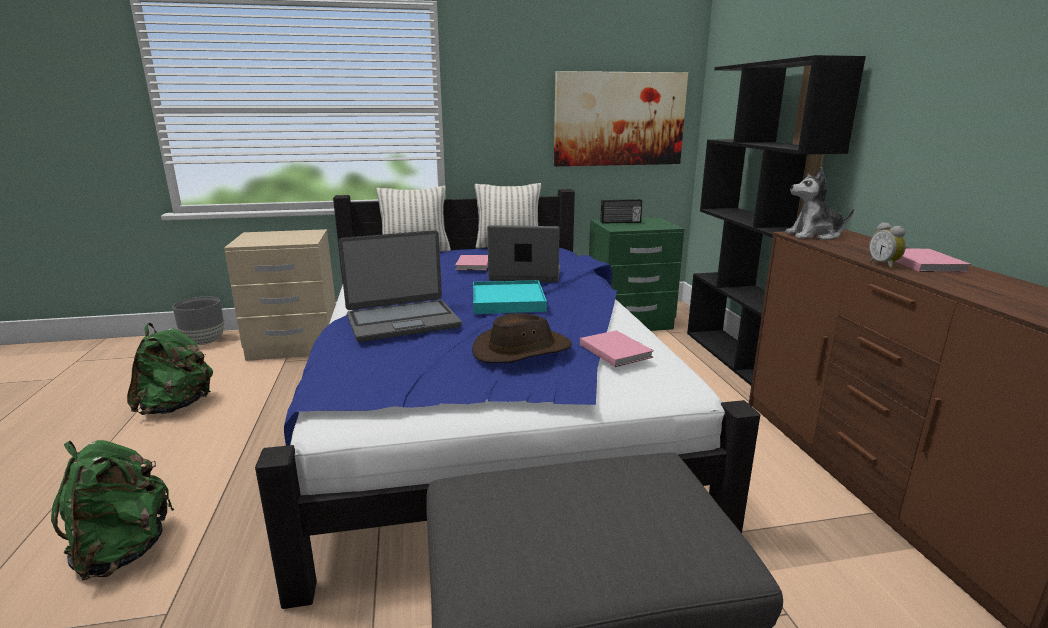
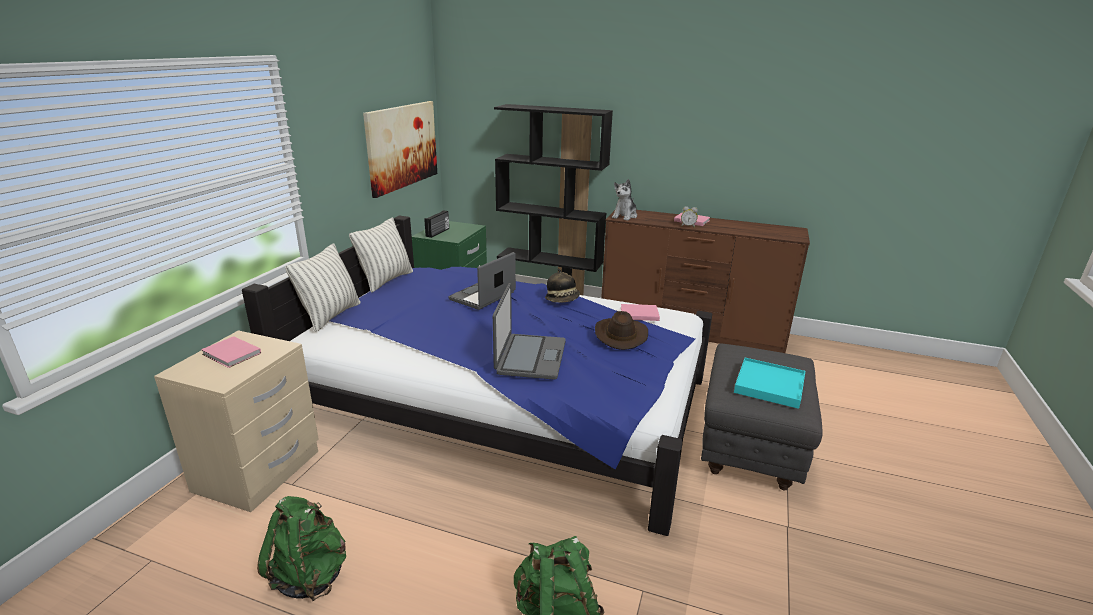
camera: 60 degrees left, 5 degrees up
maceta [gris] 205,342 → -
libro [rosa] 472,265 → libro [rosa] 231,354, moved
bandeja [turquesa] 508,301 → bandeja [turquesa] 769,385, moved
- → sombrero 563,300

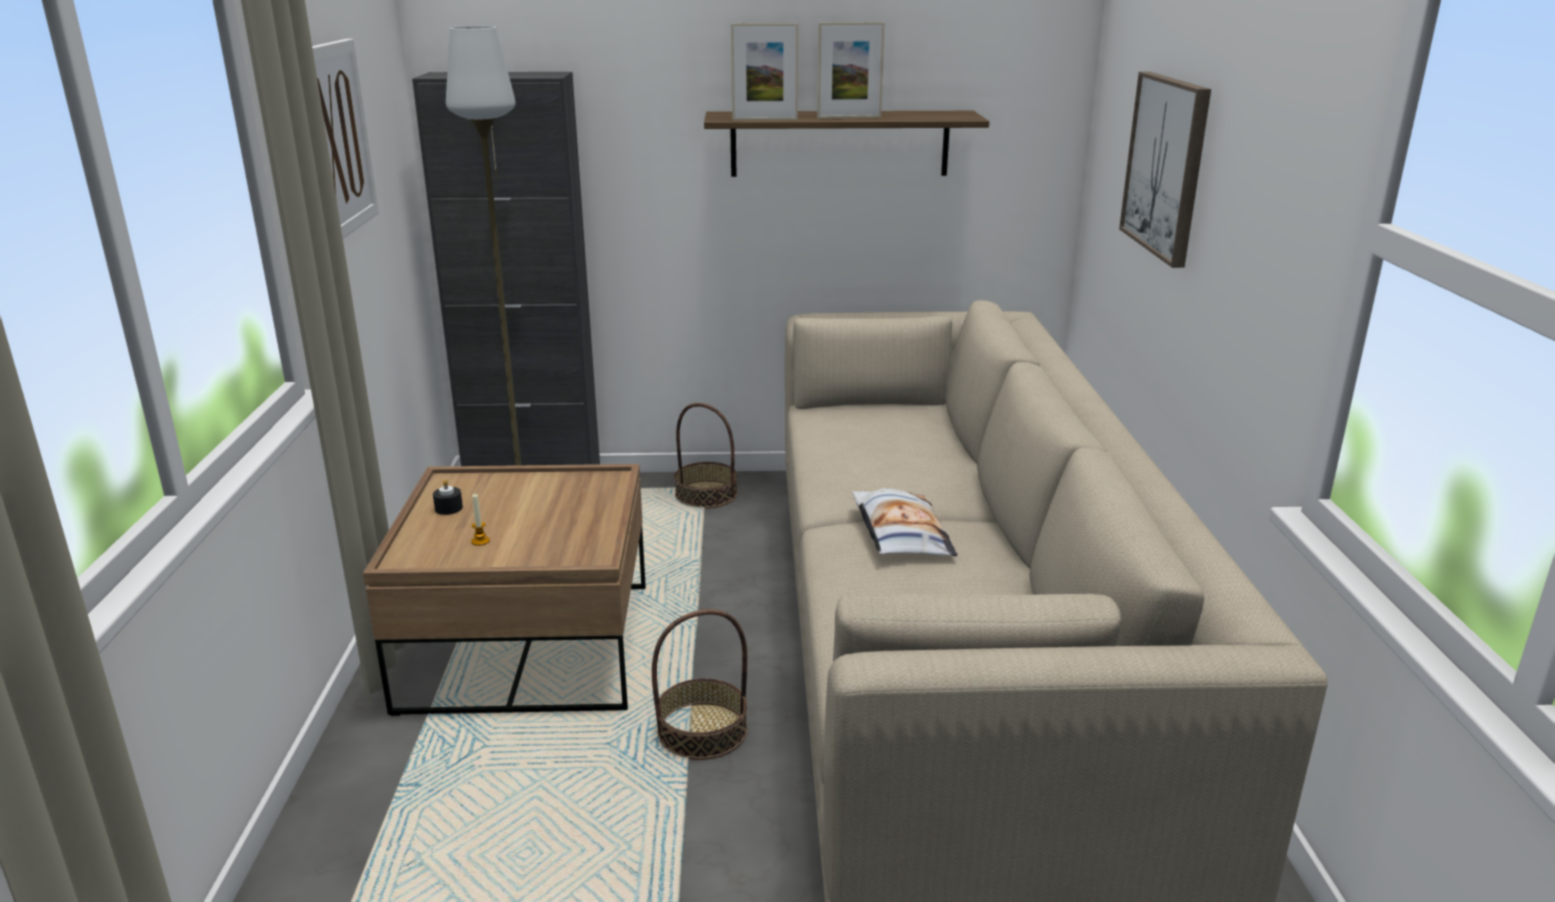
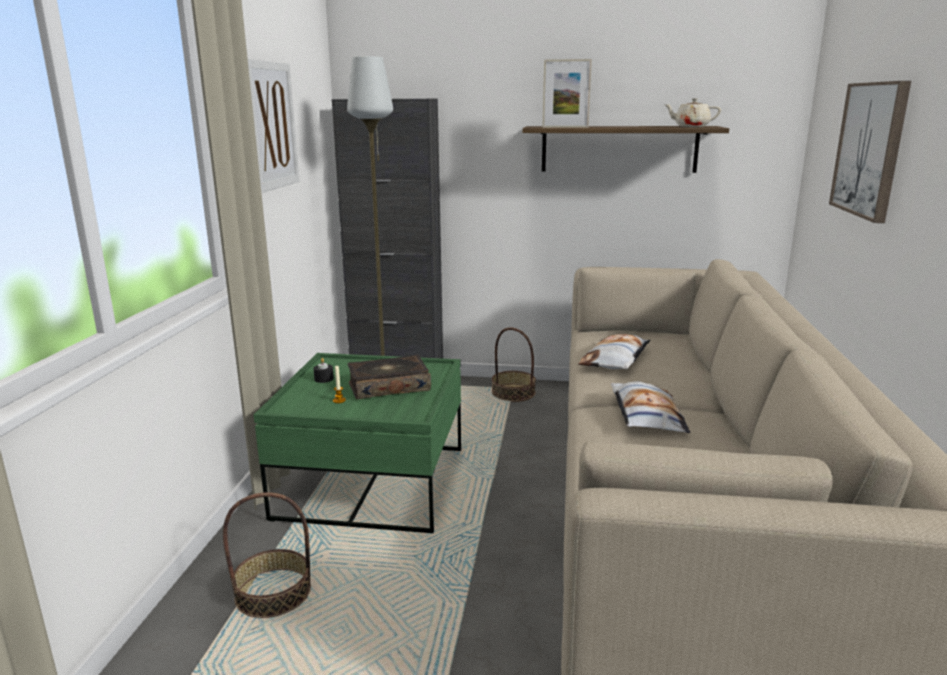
camera: 10 degrees right, 5 degrees down
mesa de centro [marrón] 529,646 → mesa de centro [verde] 373,482
cesta 702,730 → cesta 273,593, moved
portarretratos 849,118 → -
- → libro 388,387
- → cojín 615,360
- → tetera [beis] 691,126

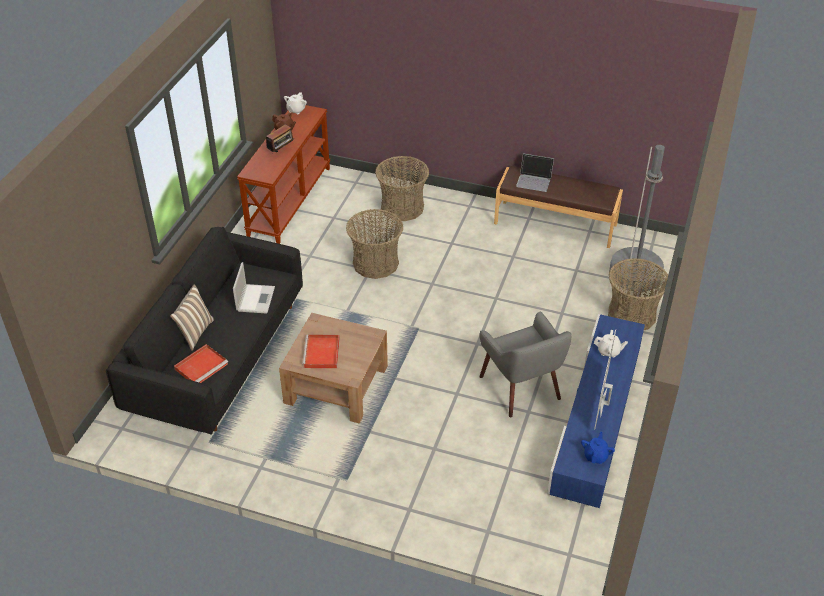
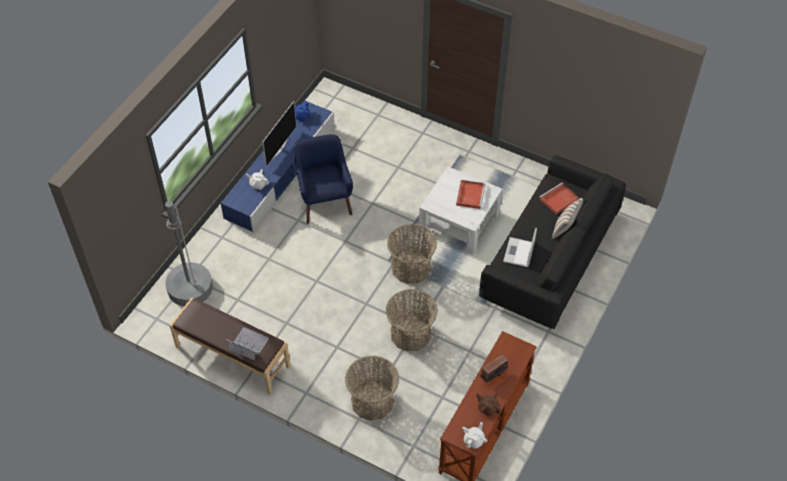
camera: 170 degrees left, 10 degrees up
mesa de centro [marrón] 336,384 → mesa de centro [blanco] 459,222
sillón [gris] 521,388 → sillón [azul] 324,201
cesta 632,315 → cesta 411,267, moved

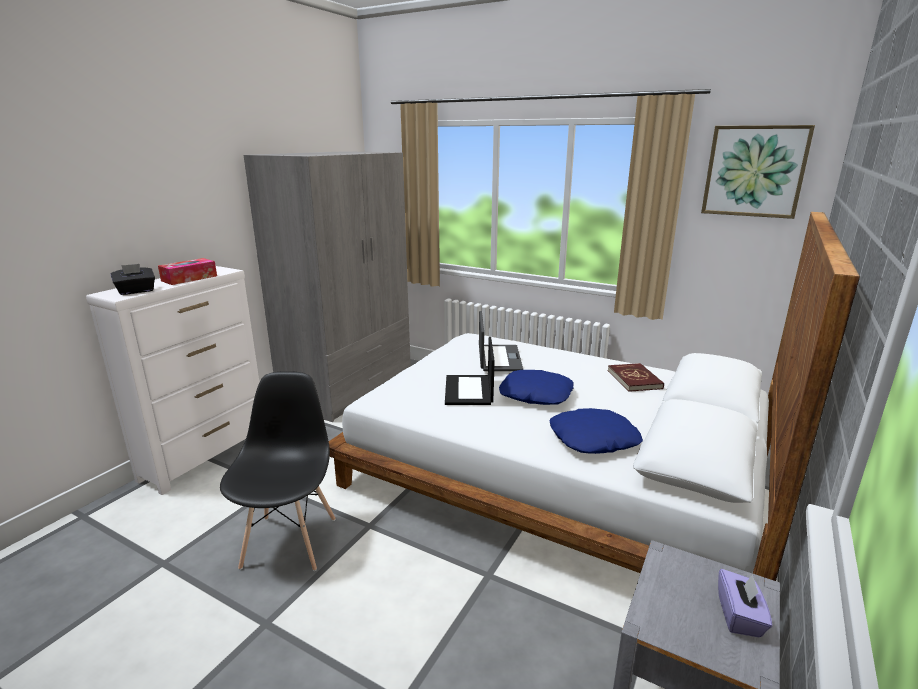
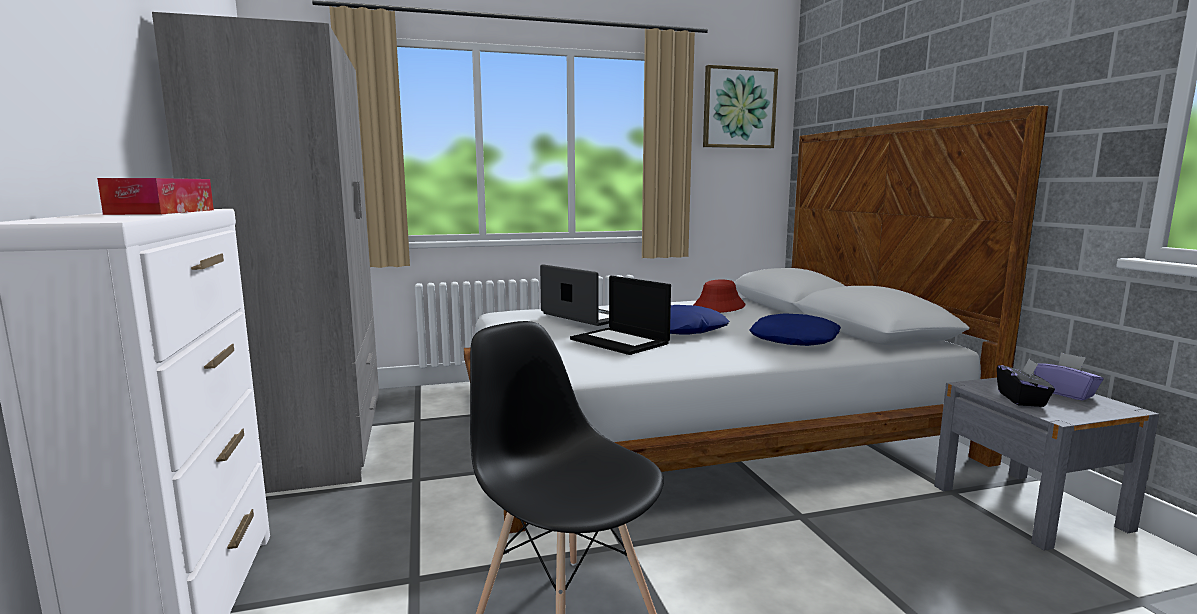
camera: 45 degrees left, 10 degrees down
caja de pañuelos [negro] 136,291 → caja de pañuelos [negro] 1022,399, moved
libro [rojo] 634,379 → sombrero [rojo] 719,307

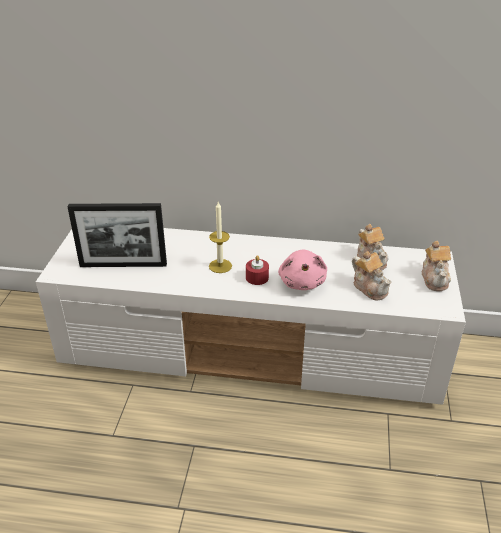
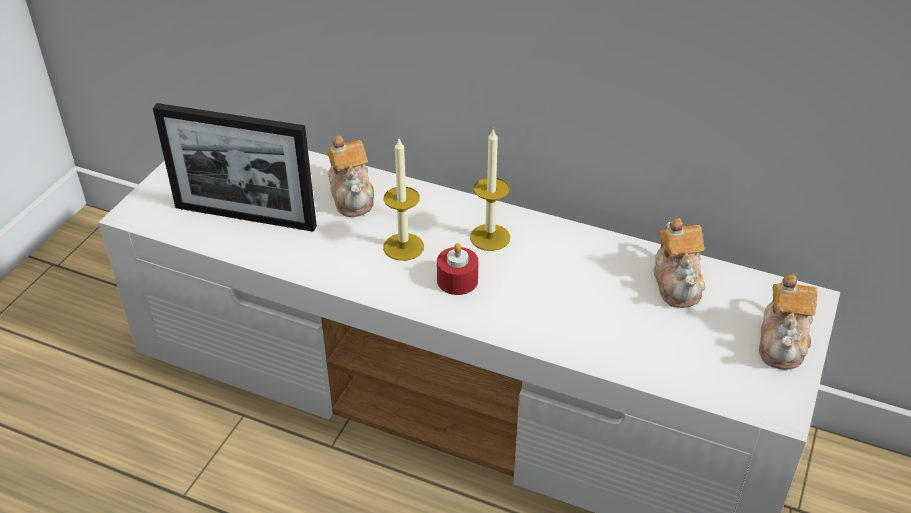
camera: 15 degrees right, 5 degrees up
peluche [rosa] 302,282 → -
tetera 370,287 → tetera 352,196, moved
- → vela 490,237

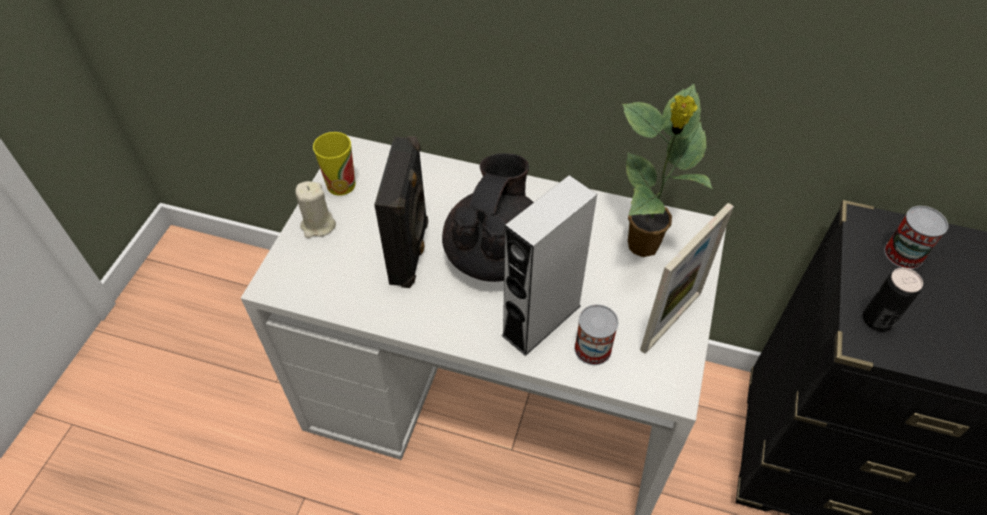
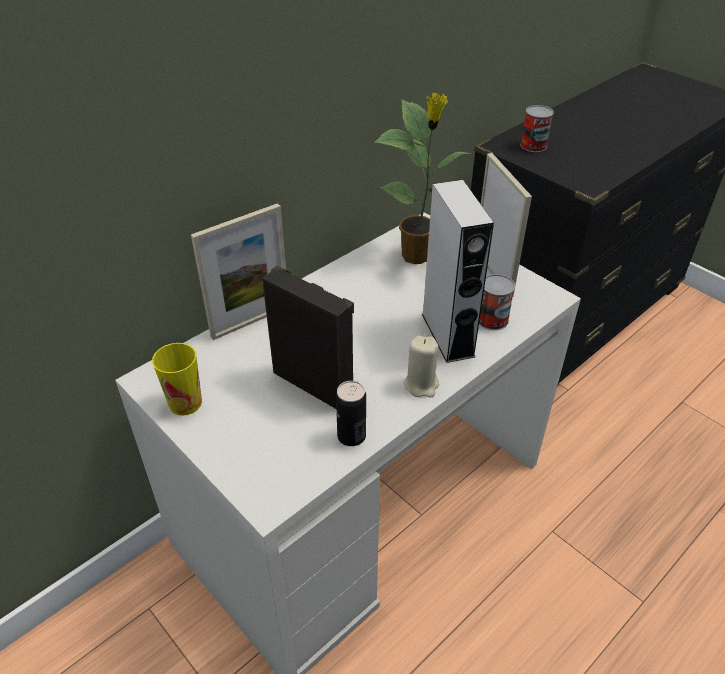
camera: 60 degrees left, 10 degrees down
vela [beis] 318,225 → vela [beis] 421,384, moved
tetera [negro] 495,254 → -
lata 877,320 → lata 351,436, moved
- → portarretratos 251,321

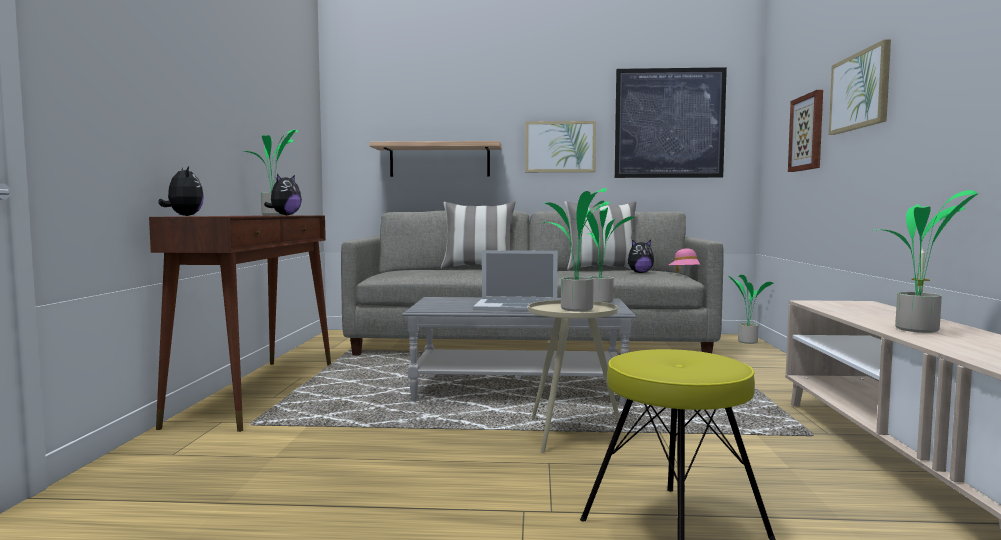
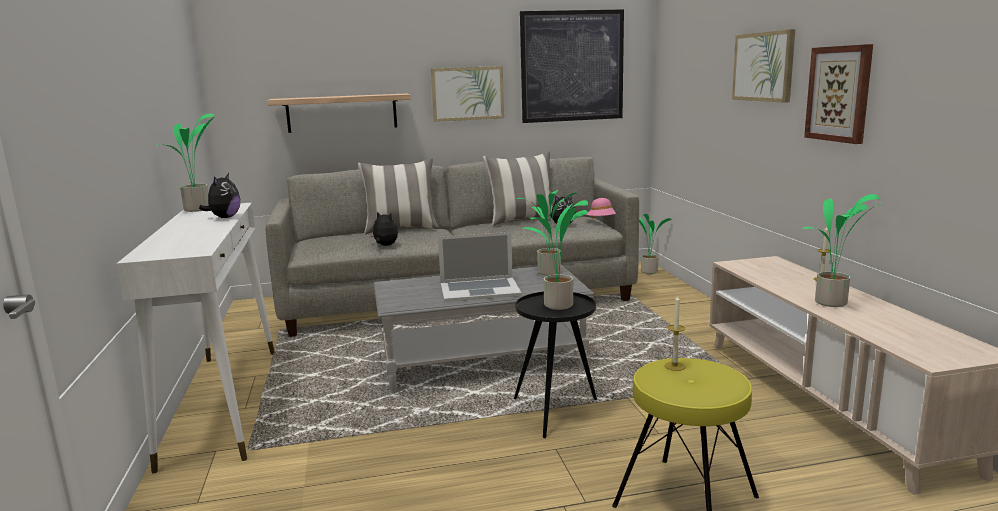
camera: 15 degrees left, 10 degrees up
mesa consola [marrón] 259,391 → mesa consola [blanco] 224,402
peluche 183,216 → peluche 385,246, moved
mesa auxiliar [beis] 571,434 → mesa auxiliar [negro] 556,411
cuadro 807,133 → cuadro 839,93, moved
- → vela 674,366

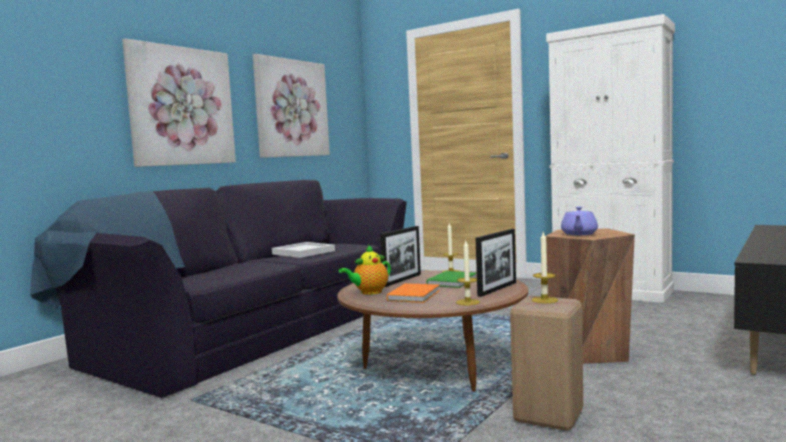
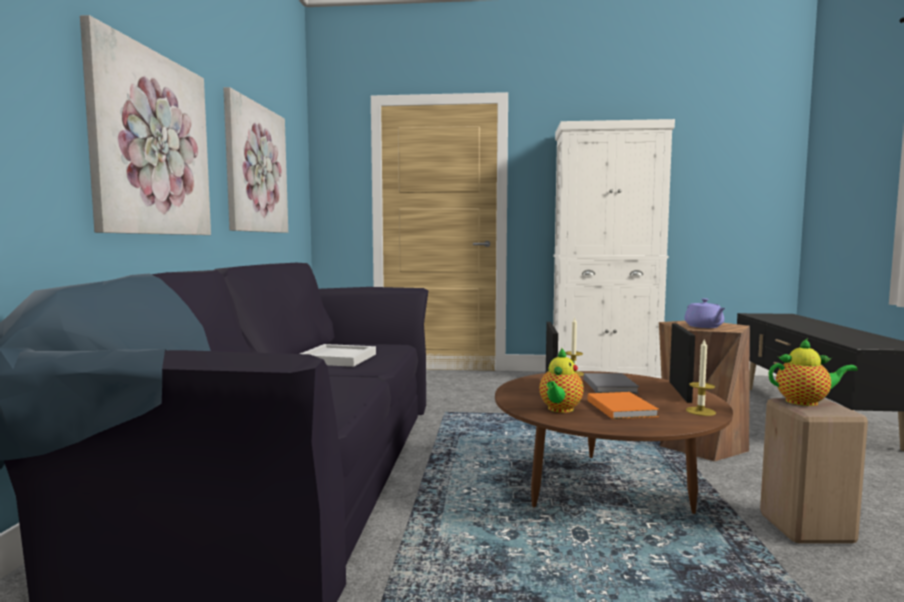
camera: 30 degrees left, 0 degrees up
libro [verde] 453,281 → libro [gris] 610,385
vela 544,300 → tetera 805,402

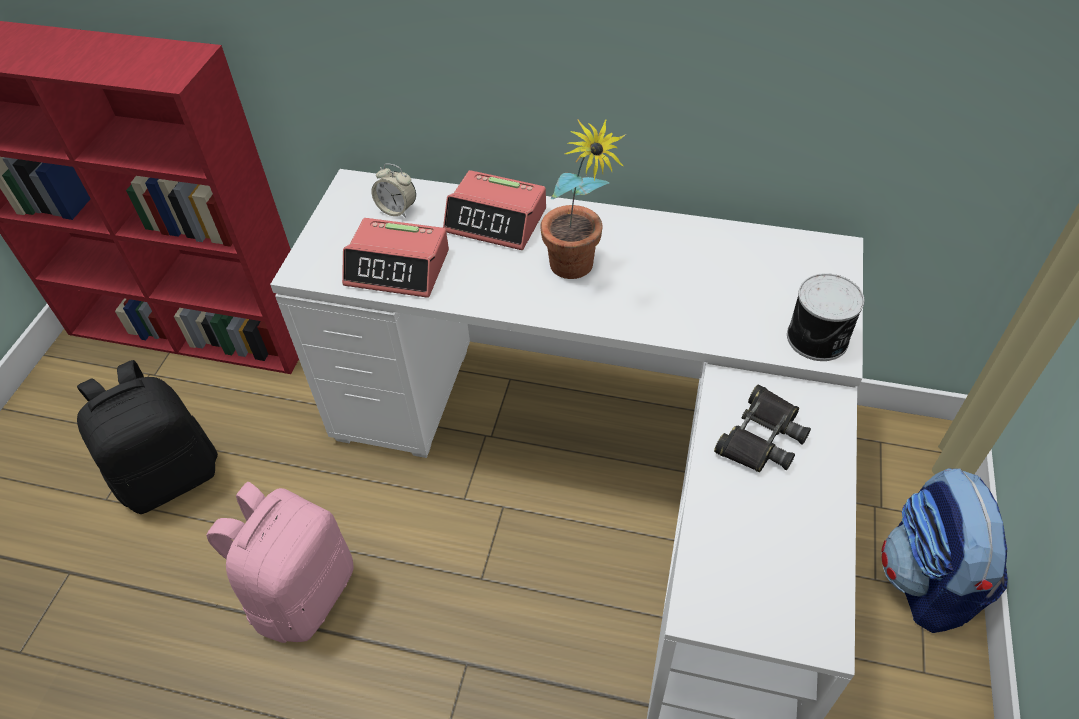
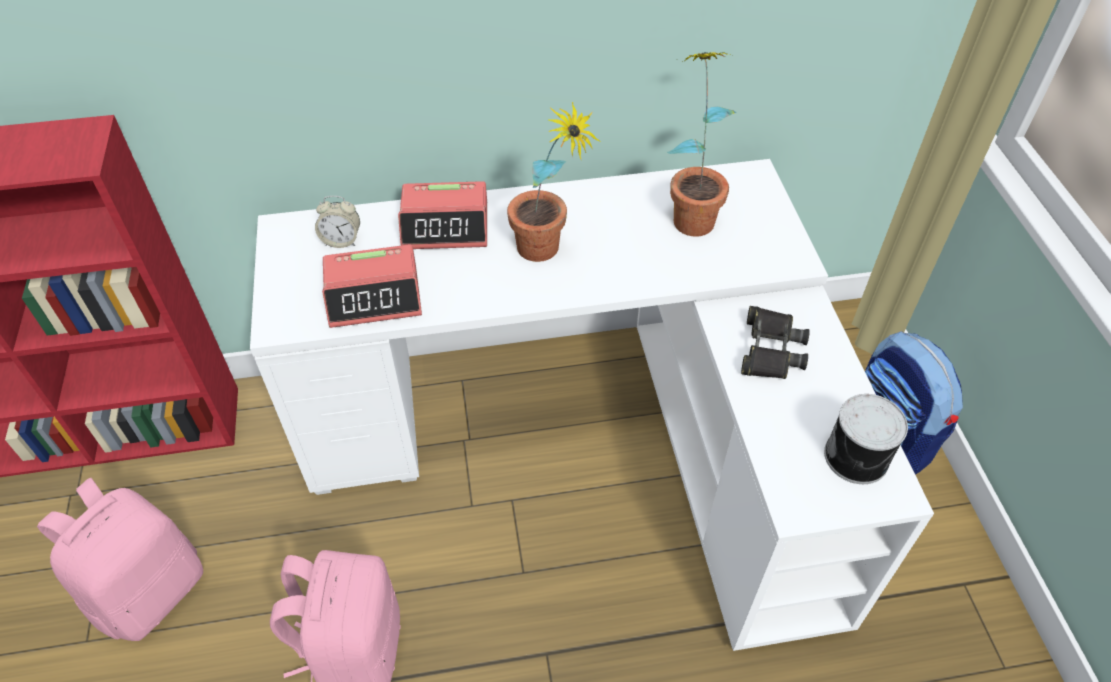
camera: 25 degrees left, 0 degrees up
mochila [negro] 170,475 → mochila [rosa] 150,590
lata 818,339 → lata 858,457, moved
- → planta en maceta 691,213

